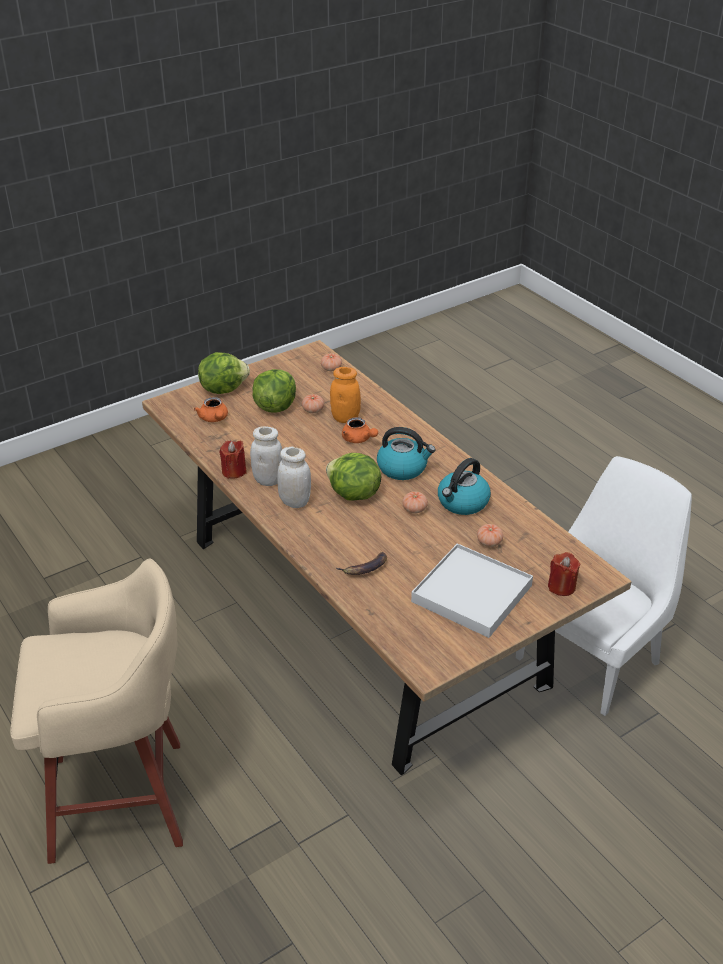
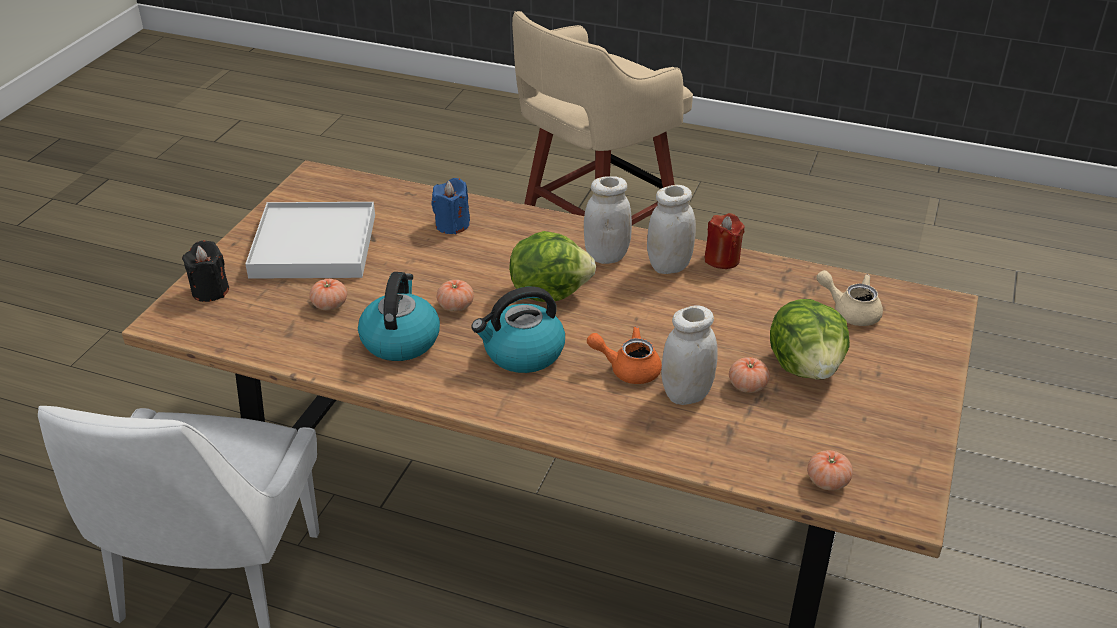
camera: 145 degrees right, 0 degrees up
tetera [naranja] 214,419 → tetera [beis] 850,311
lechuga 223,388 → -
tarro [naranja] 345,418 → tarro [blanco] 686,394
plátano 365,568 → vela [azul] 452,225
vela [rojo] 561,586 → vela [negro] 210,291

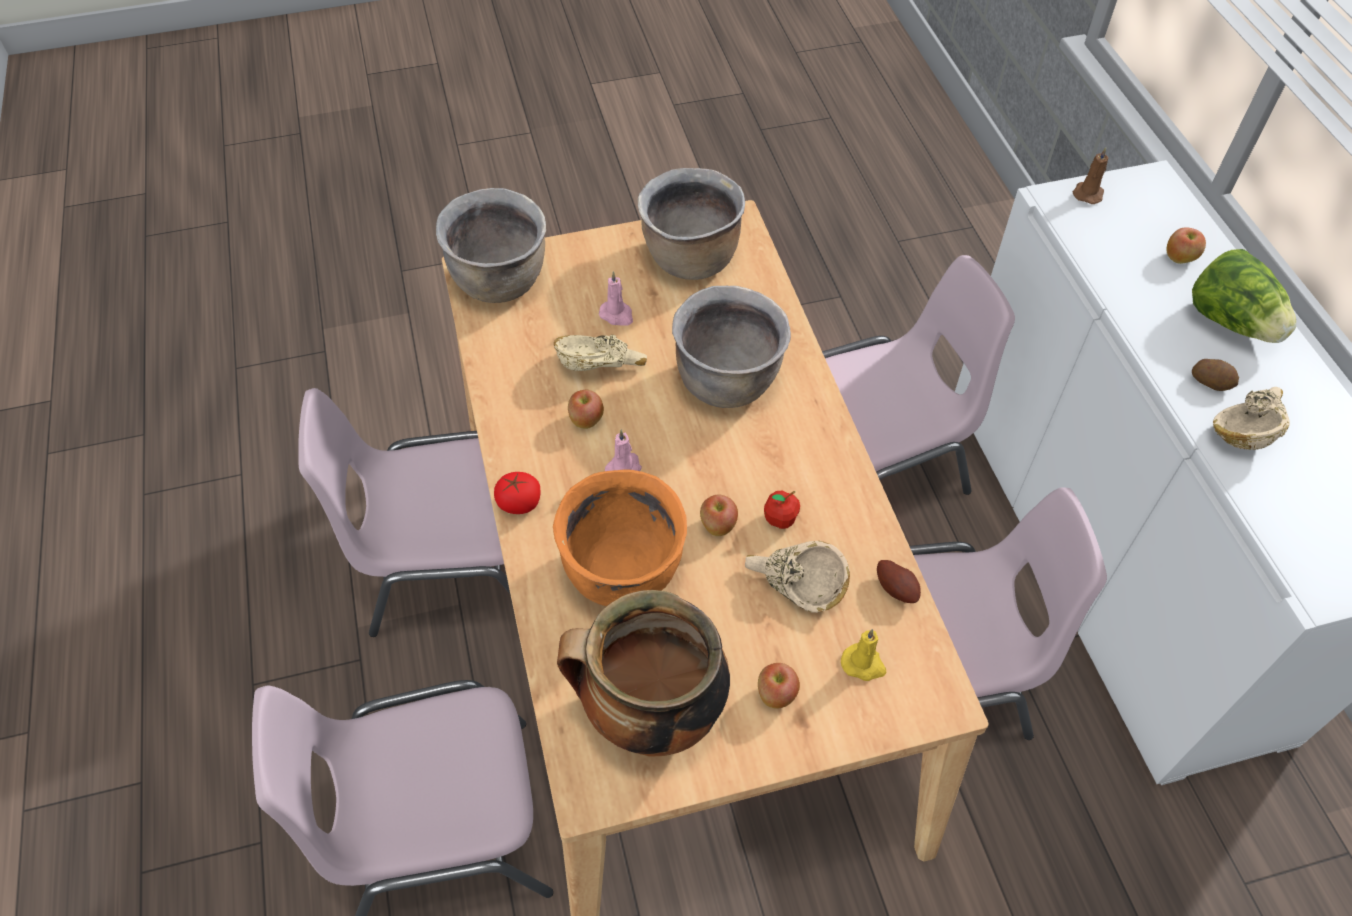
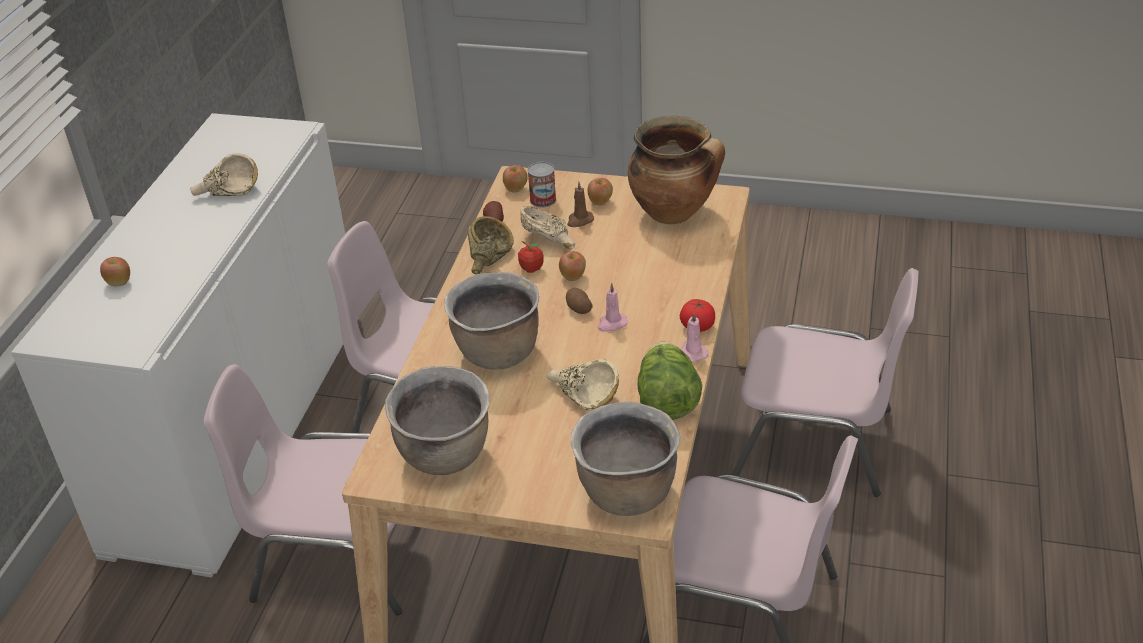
camera: 150 degrees left, 15 degrees down
olla [naranja] 624,573 → -
manzana 586,420 → manzana 516,189, moved
vela [rosa] 617,315 → vela [rosa] 692,352, moved
vela [amarillo] 864,664 → lata 543,200
vela [marrón] 1088,193 → vela [marrón] 579,220, moved
lechuga 1231,322 → lechuga 666,400, moved
patata 1211,382 → patata 578,308, moved
- → cuenco [marrón] 489,259

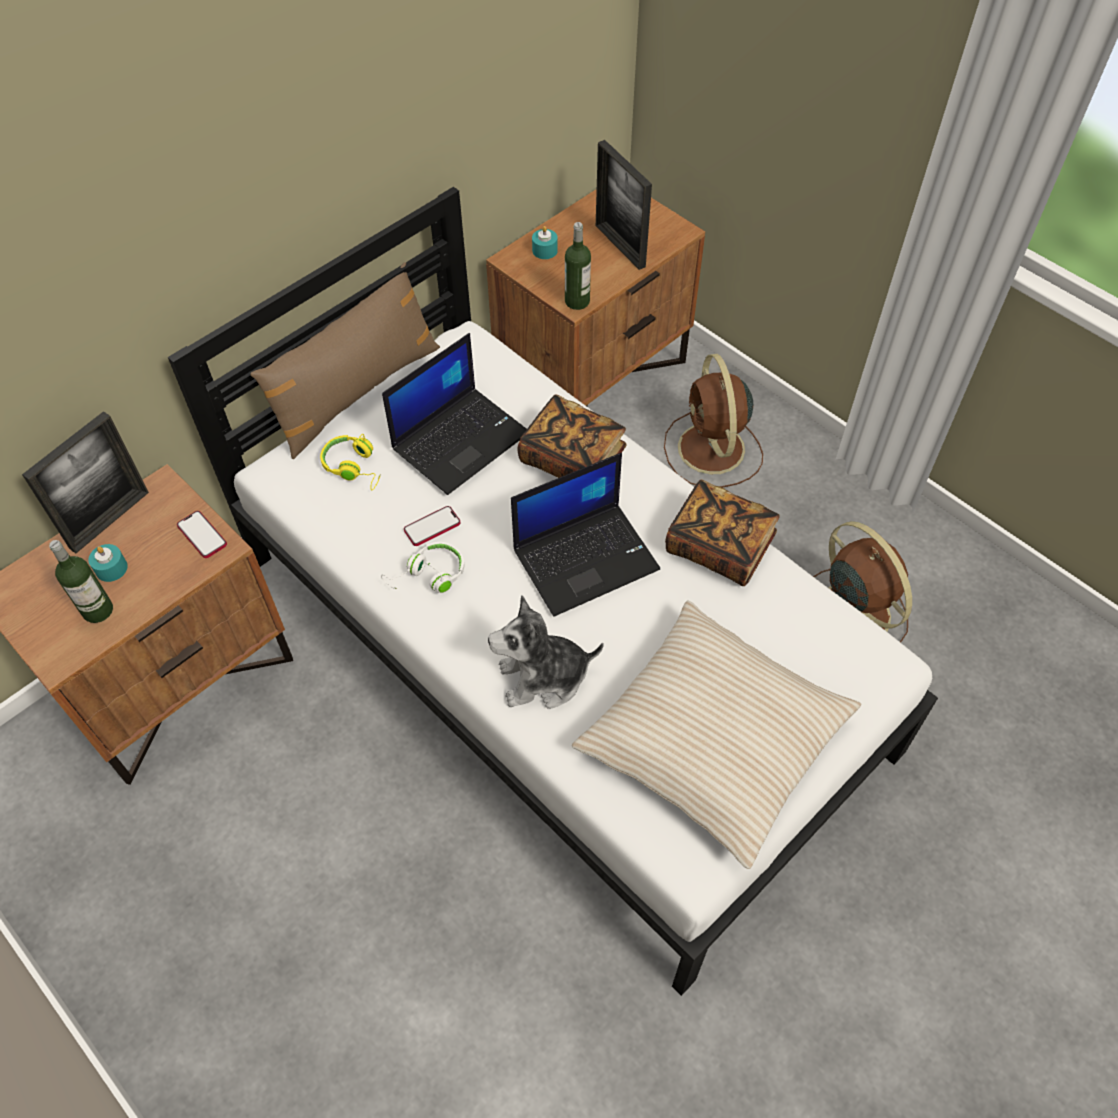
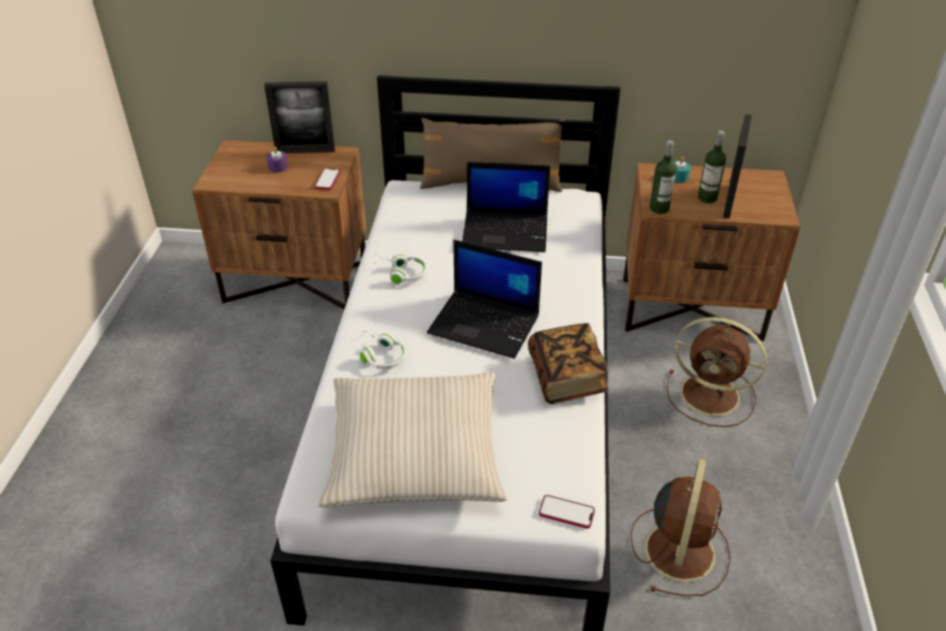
camera: 50 degrees right, 15 degrees down
botella 98,610 → botella 707,198, moved
vela [turquesa] 111,568 → vela [morado] 278,167
auriculares [amarillo] 354,467 → -
móvil 432,527 → móvil 566,512, moved
peluche 543,678 → auriculares [blanco] 381,354
libro 572,459 → -
ventilador [marrón] 712,451 → ventilador [marrón] 712,395, 105 degrees counterclockwise

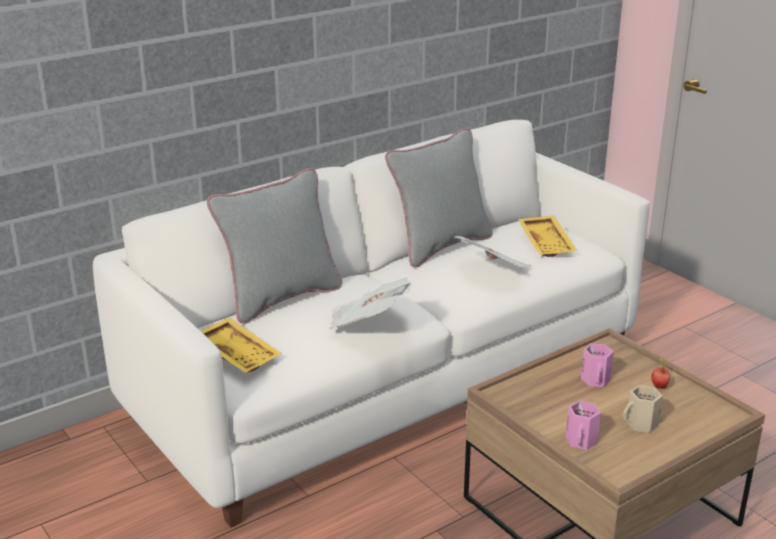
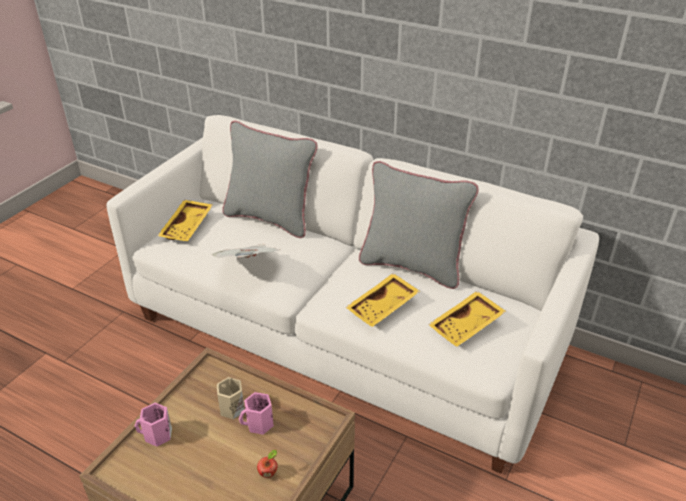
camera: 65 degrees right, 10 degrees up
periódico 494,271 → bandeja [amarillo] 383,307
taza grande [beis] 641,424 → taza grande [beis] 230,408, moved

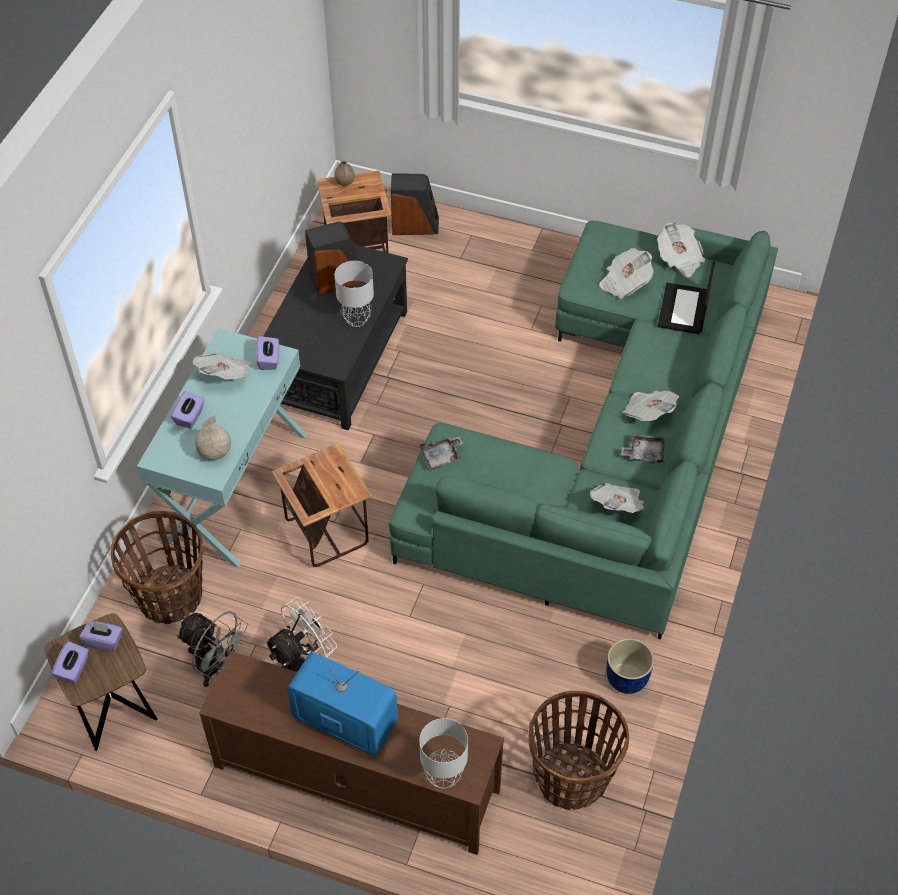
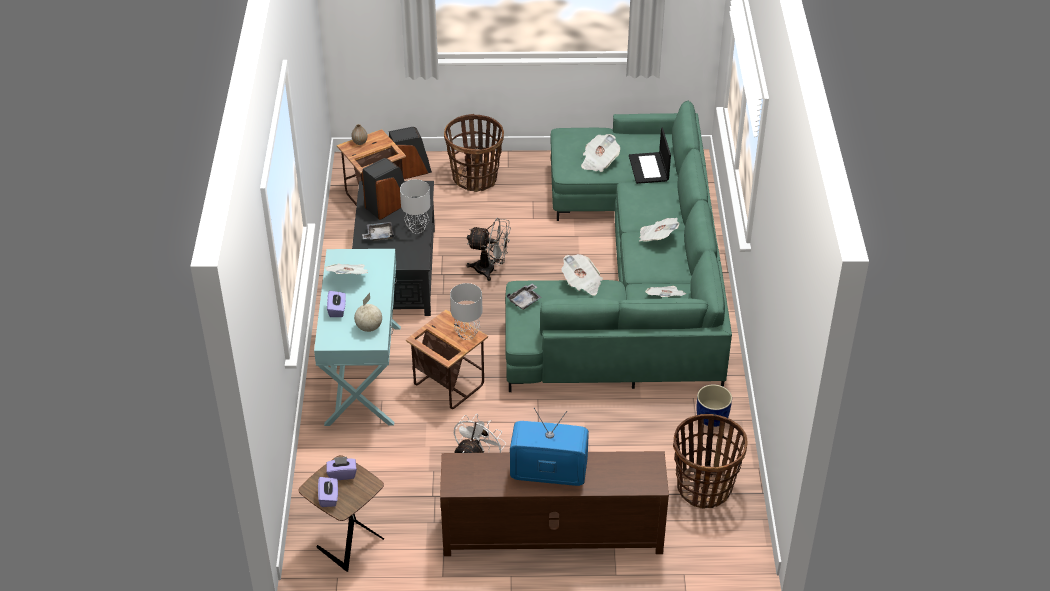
camera: 20 degrees left, 10 degrees down
cesta 170,596 → cesta 475,178, moved
ventilador [gris] 216,667 → ventilador [gris] 490,270, moved
caja de pañuelos [morado] 269,360 → -
lámpara de mesa [gris] 442,777 → lámpara de mesa [gris] 466,334, moved
bandeja [gris] 644,452 → bandeja [gris] 379,235, moved
periódico 679,259 → periódico 582,283, moved

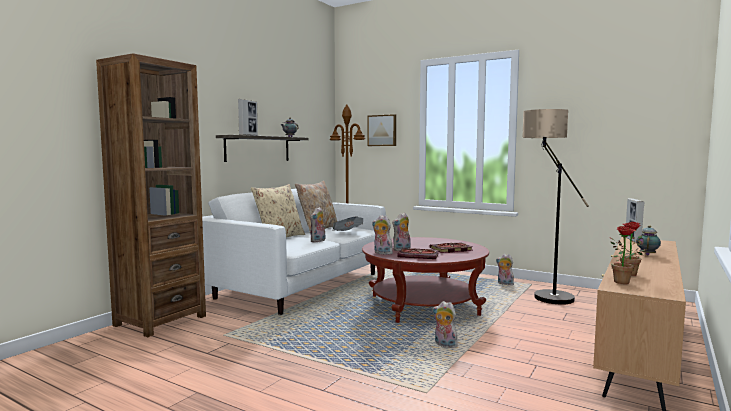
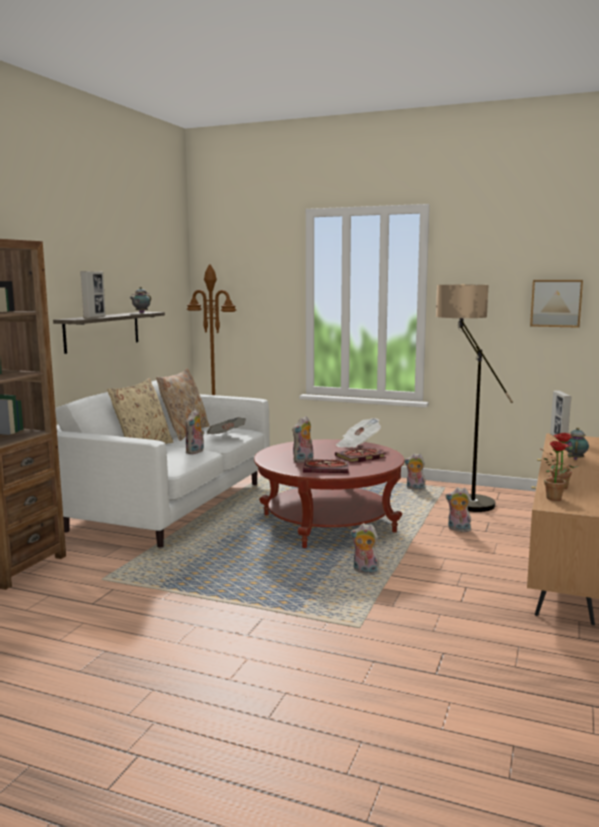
camera: 10 degrees left, 5 degrees up
cuadro 382,130 → cuadro 556,303, moved
peluche 381,253 → peluche 458,529, moved
- → periódico 358,445

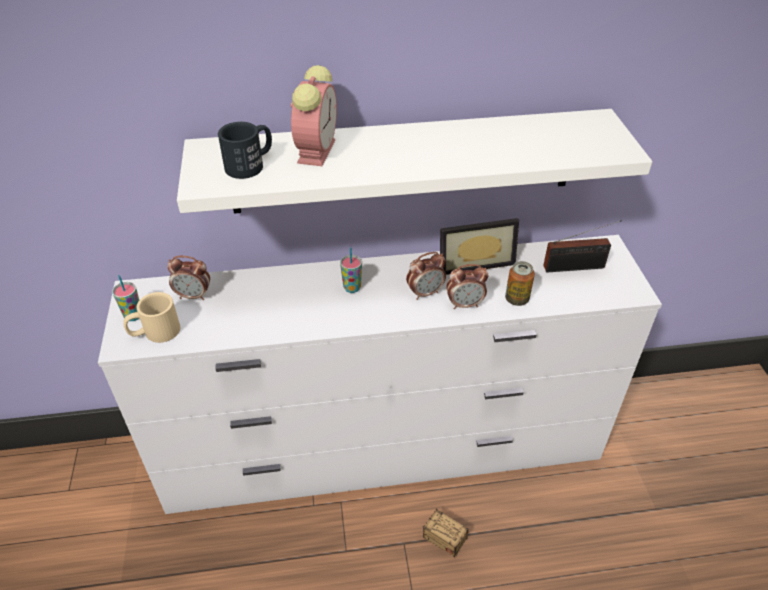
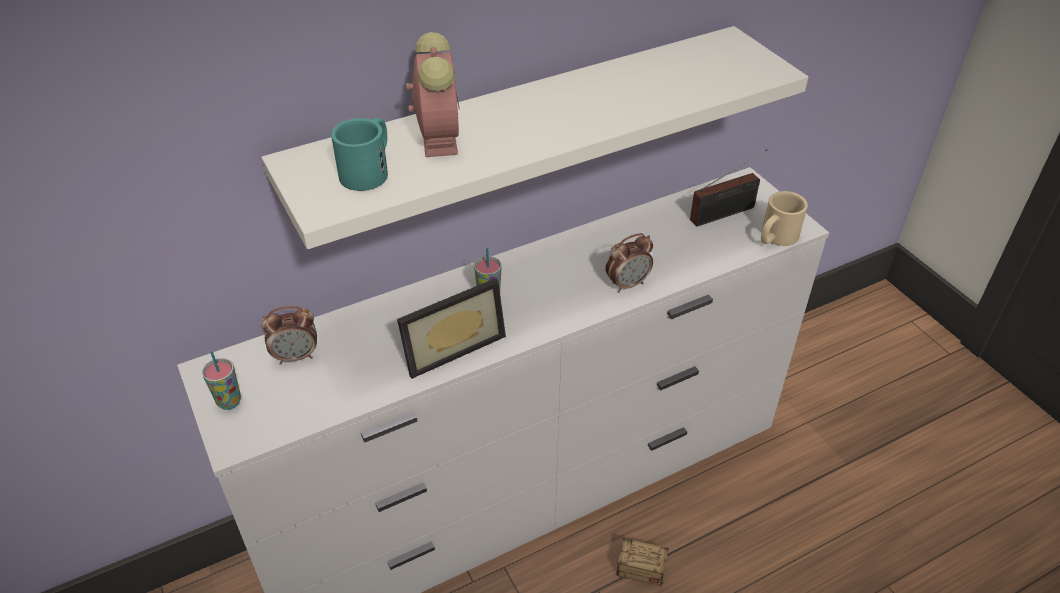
camera: 20 degrees left, 0 degrees up
taza grande [beis] 155,332 → taza grande [beis] 775,238, moved
taza grande [negro] 251,164 → taza grande [turquesa] 369,170
despertador 425,293 → -
portarretratos 474,261 → portarretratos 450,345, moved
lata 517,299 → -

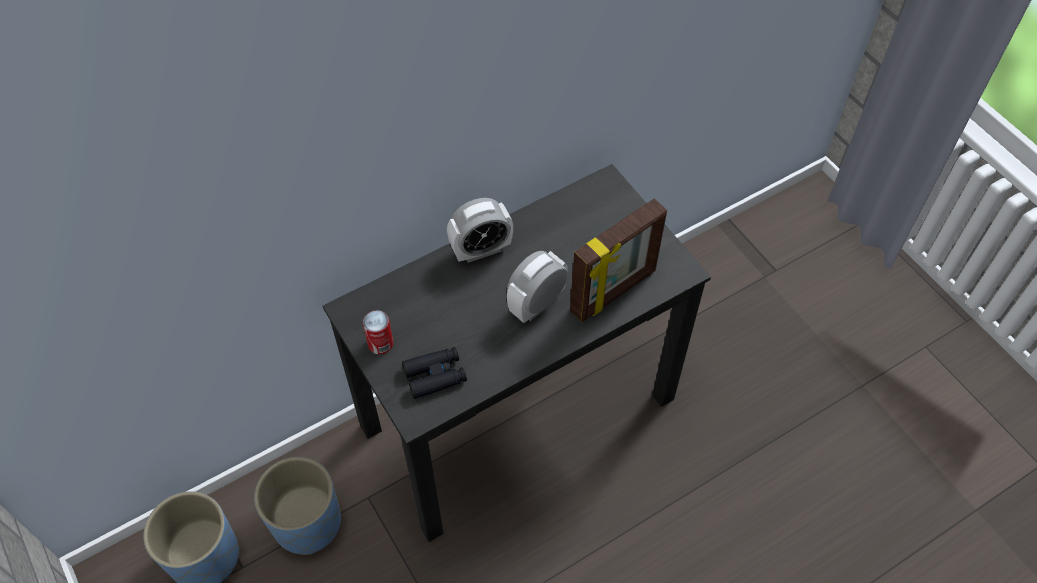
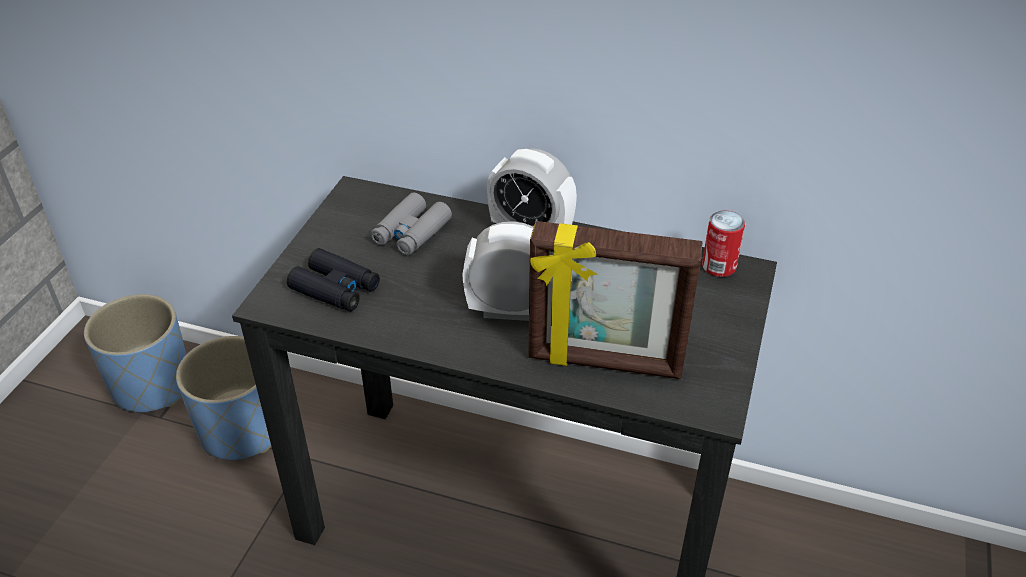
camera: 50 degrees right, 15 degrees down
lata 380,343 → lata 718,266, moved
- → prismáticos [gris] 411,233

